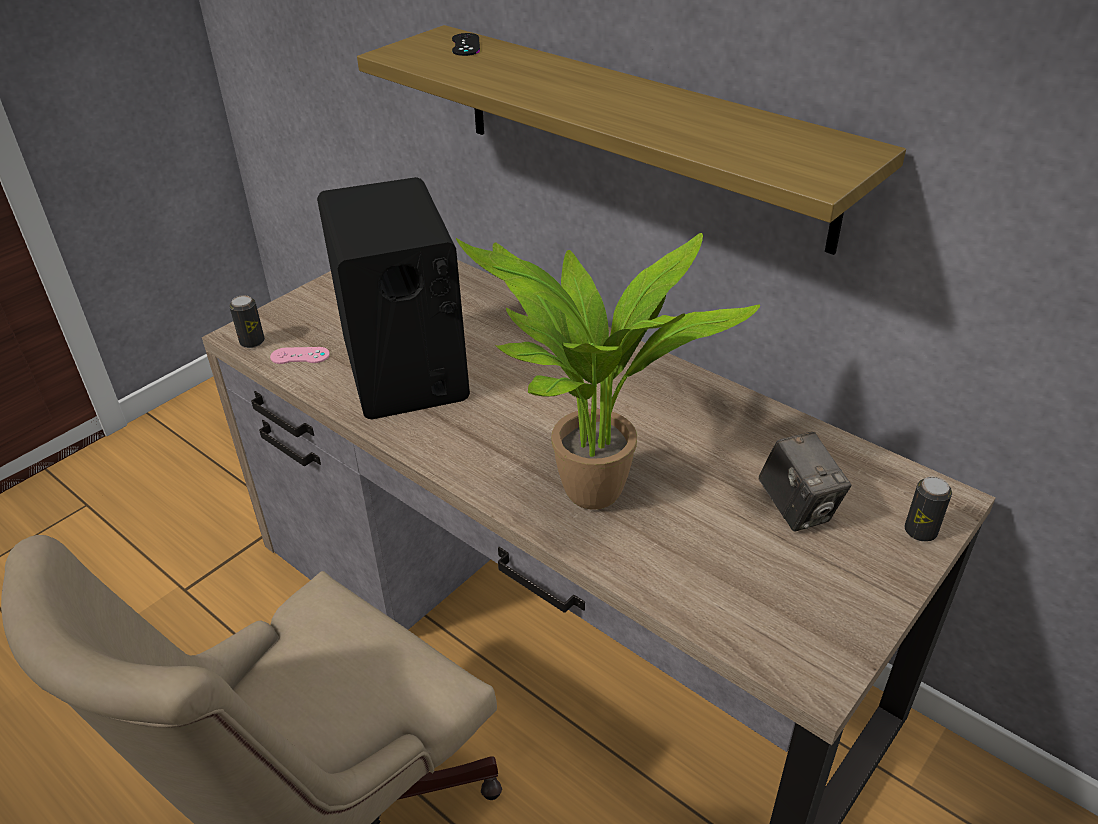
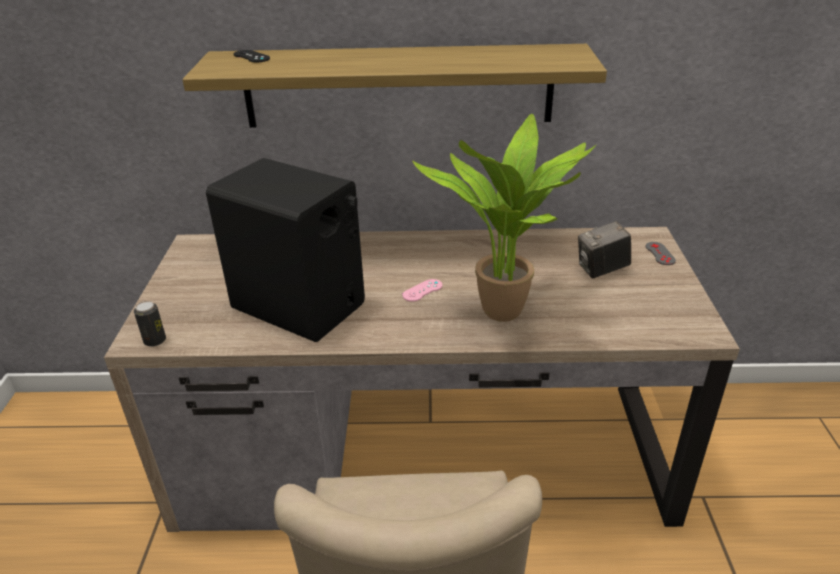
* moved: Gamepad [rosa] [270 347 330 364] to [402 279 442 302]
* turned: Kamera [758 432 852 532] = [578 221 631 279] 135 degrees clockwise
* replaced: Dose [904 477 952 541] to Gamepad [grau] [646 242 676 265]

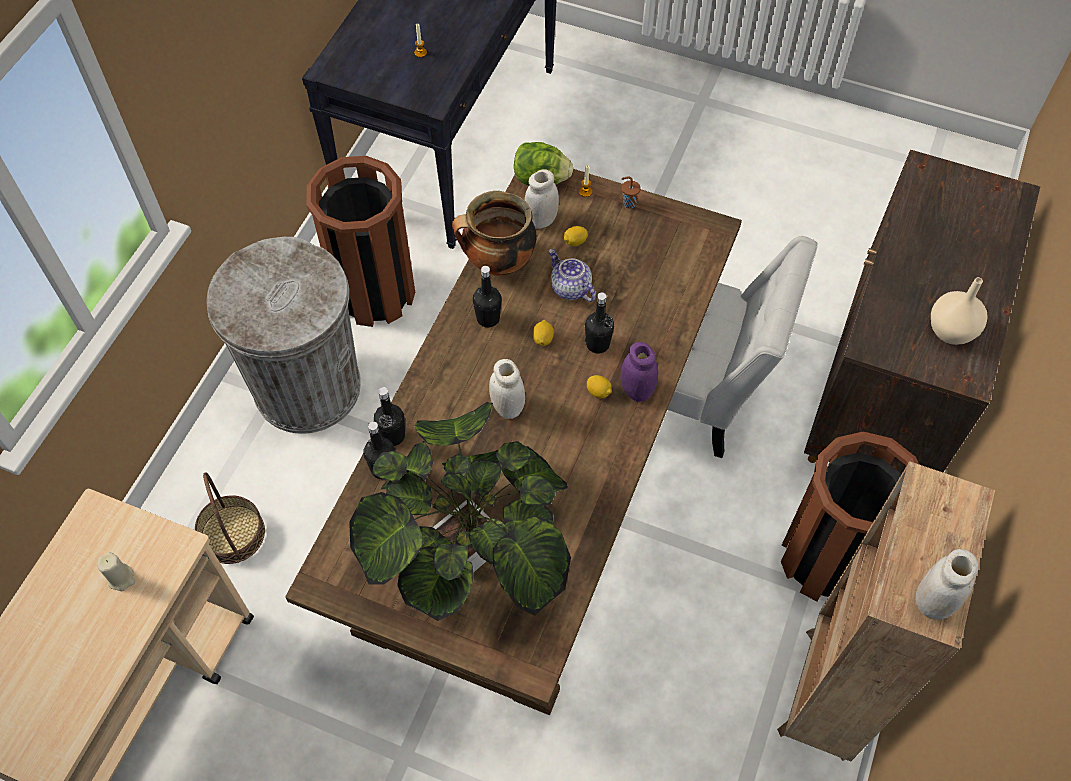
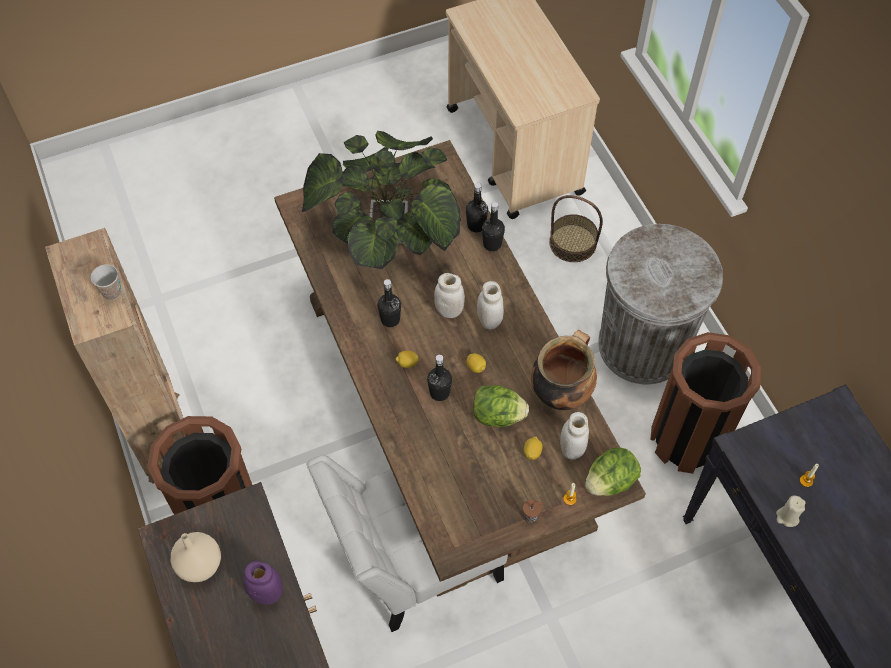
* added: Tasse [91 264 121 300]
* moved: Vorratsglas [lila] [620 342 658 402] to [243 561 283 605]
* moved: Flasche [schwarz] [473 266 502 328] to [377 279 401 327]
* replaced: Teekanne [549 249 596 302] to Salatkopf [473 385 529 427]
* moved: Vorratsglas [weiß] [916 549 978 620] to [477 281 504 330]
* moved: Kerze [beige] [97 552 135 591] to [776 496 806 527]

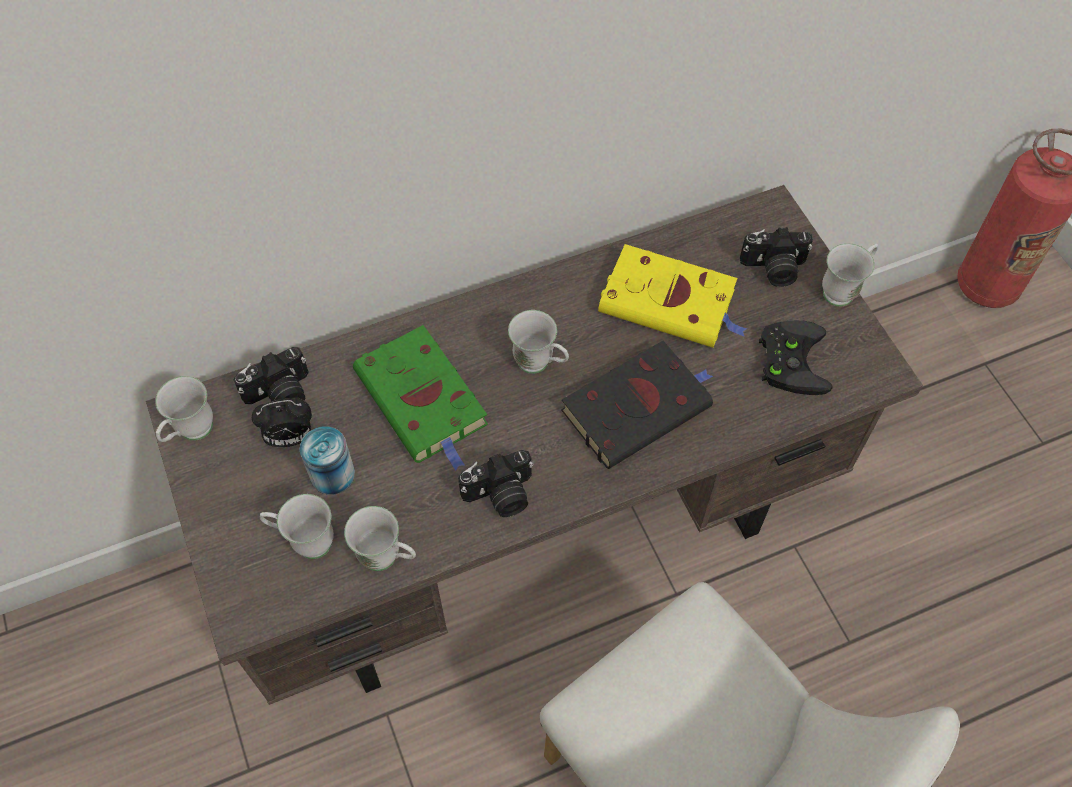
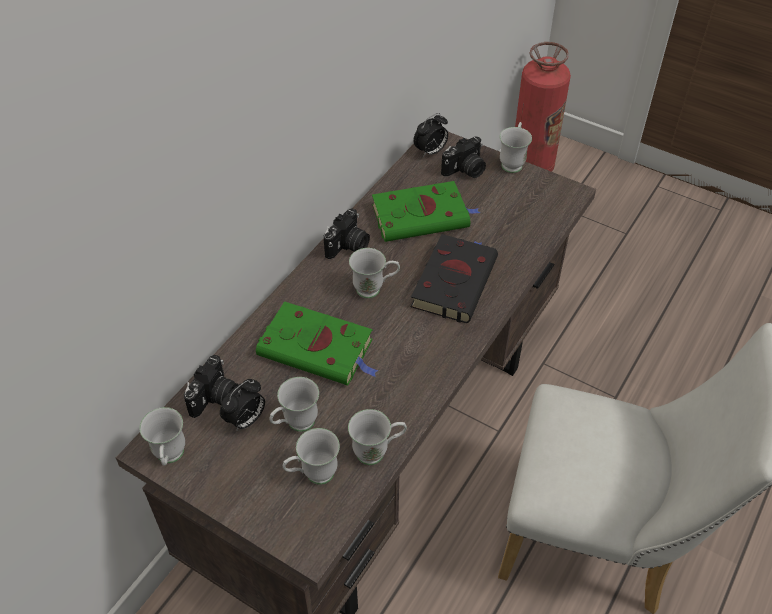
* replaced: Dose [300 426 355 495] to Henkelbecher [weiß] [269 377 319 432]
* moved: Kamera [458 450 534 517] to [324 208 370 259]
* recoloured: Buch [gelb] [598 244 747 348] to Buch [grün] [372 181 480 242]
* added: Wecker [413 113 448 157]
* removed: Gamepad [schwarz] [759 320 832 395]

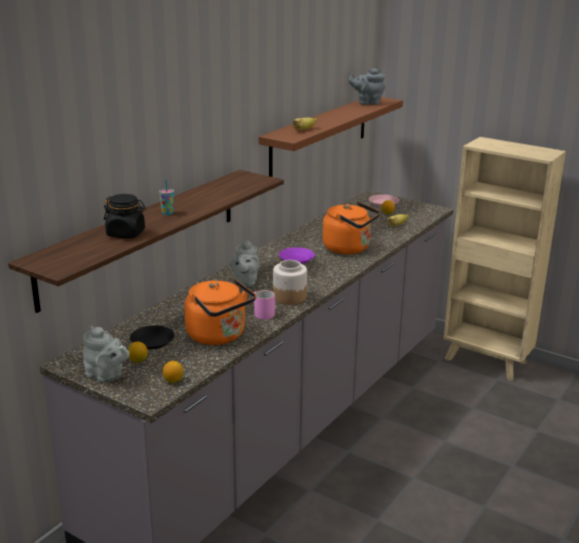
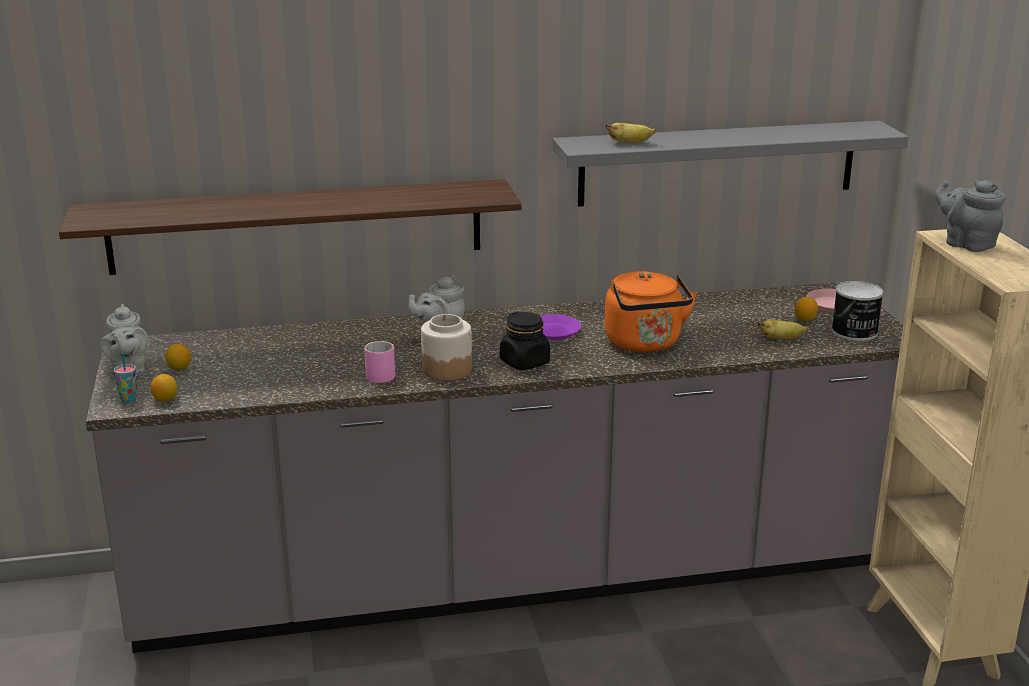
* moved: Tasse [159 179 174 215] to [114 353 138 403]
* moved: Vorratsglas [schwarz] [104 194 146 238] to [500 312 550 370]
* recoloured: Wandregal [braun] [259 97 403 177] to Wandregal [grau] [553 121 909 207]
* added: Dose [831 281 884 341]
* moved: Teekanne [grau] [348 68 385 105] to [934 179 1006 252]
* removed: Teller [schwarz] [130 325 174 349]
* removed: Wasserkessel [orange] [184 279 256 345]

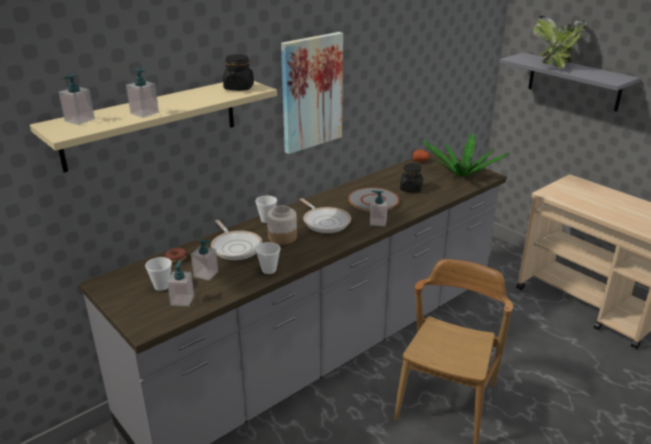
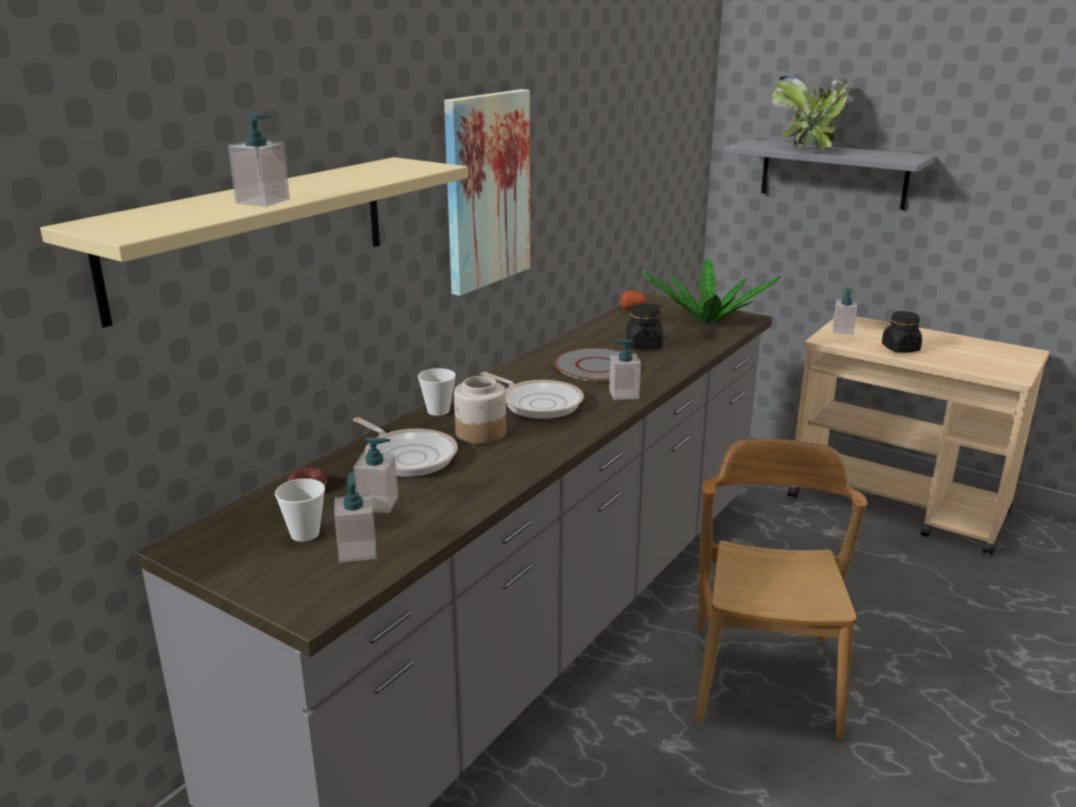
* moved: Seifenspender [58 74 95 125] to [833 288 857 335]
* moved: Vorratsglas [schwarz] [223 54 254 91] to [882 311 922 352]
* removed: Tasse [256 242 281 274]

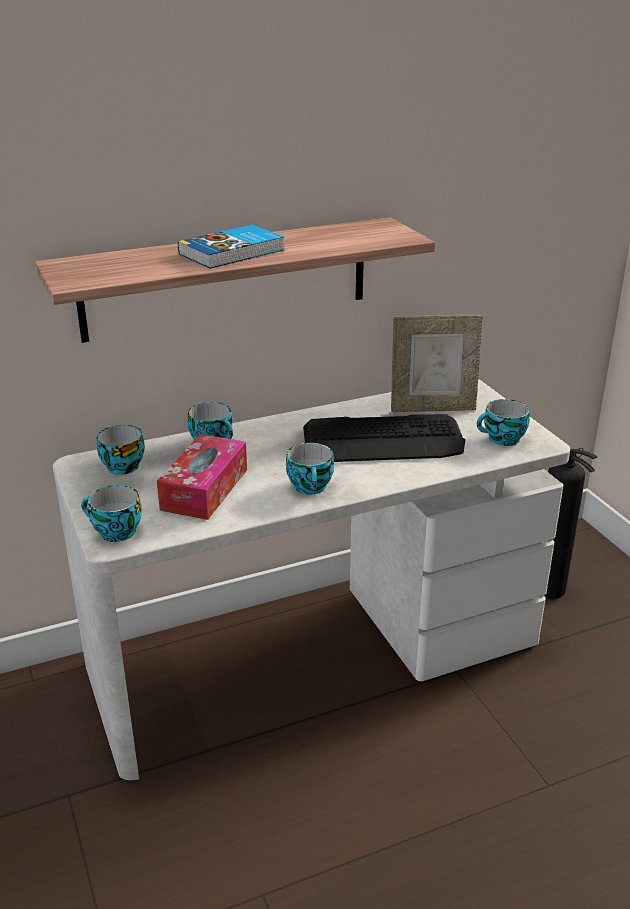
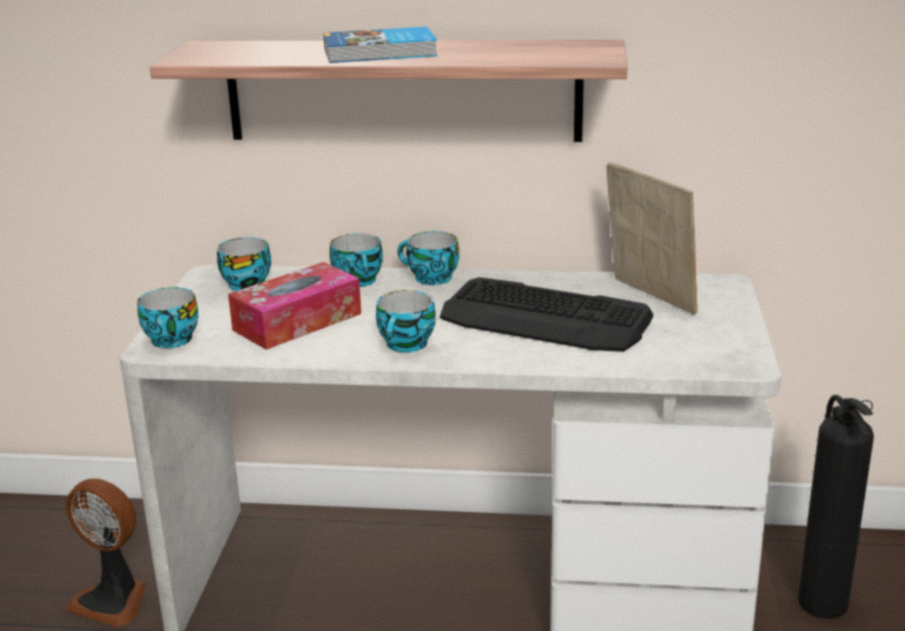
* added: Ventilator [65 478 146 627]
* moved: Tasse [477 399 530 446] to [397 231 459 285]
* turned: Bilderrahmen [391 315 483 412] = [607 163 698 314] 150 degrees counterclockwise

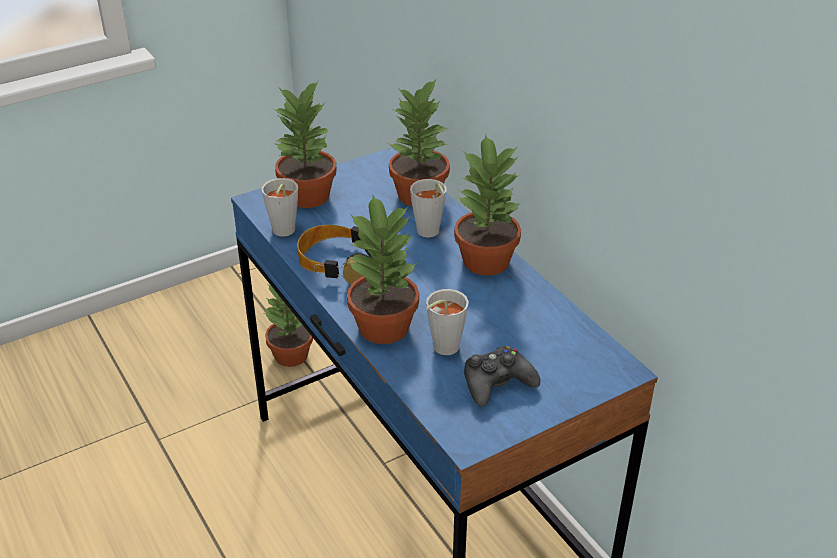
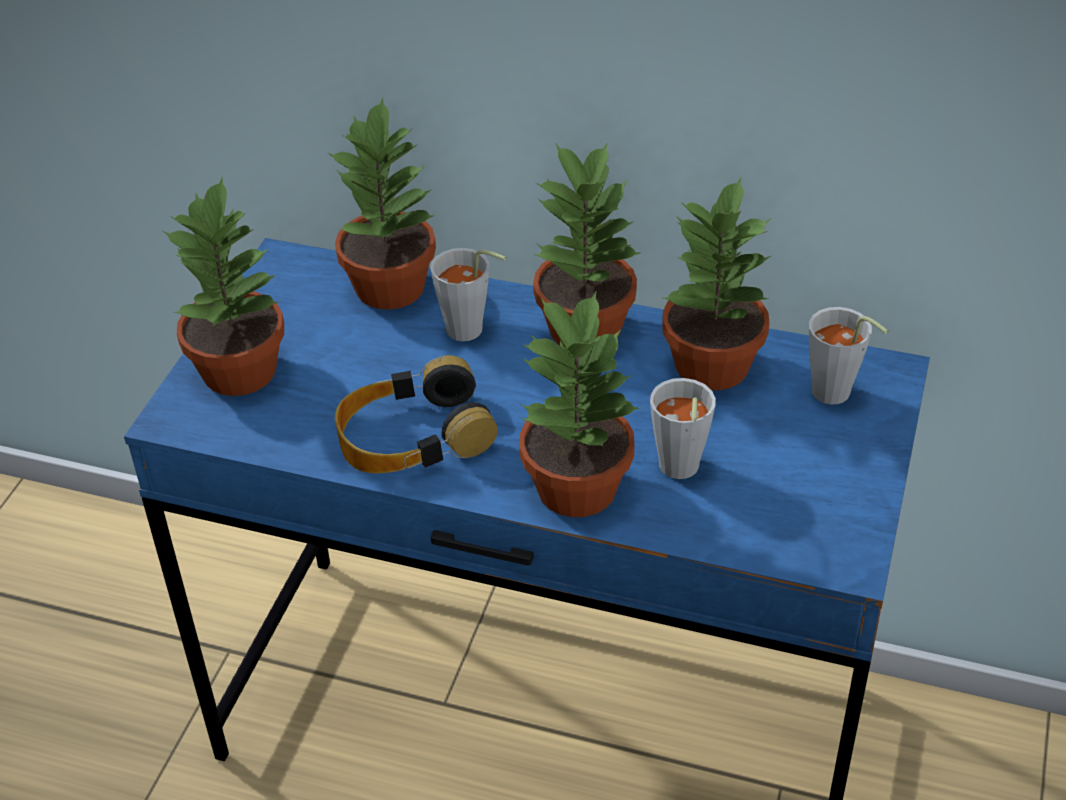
* moved: Topfpflanze [263 284 313 367] to [662 178 771 390]
* moved: Tasse [grau] [261 178 298 237] to [809 307 889 404]
* removed: Gamepad [schwarz] [464 346 541 406]

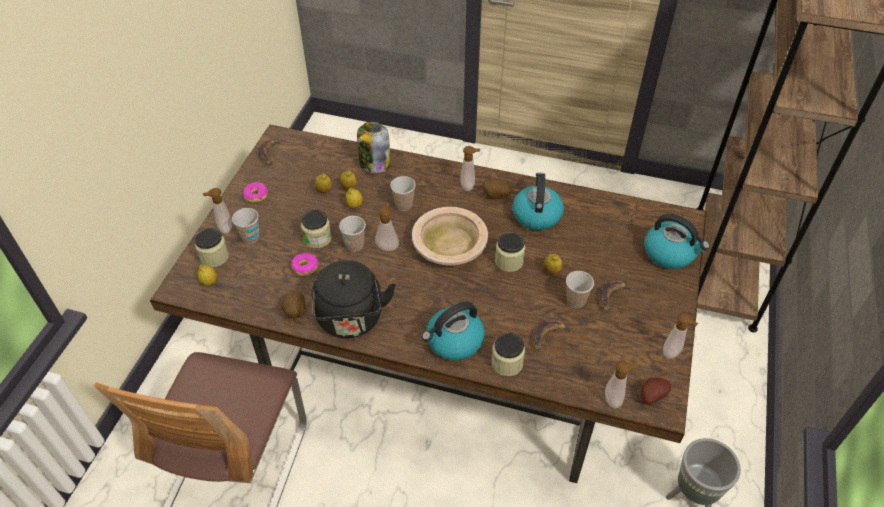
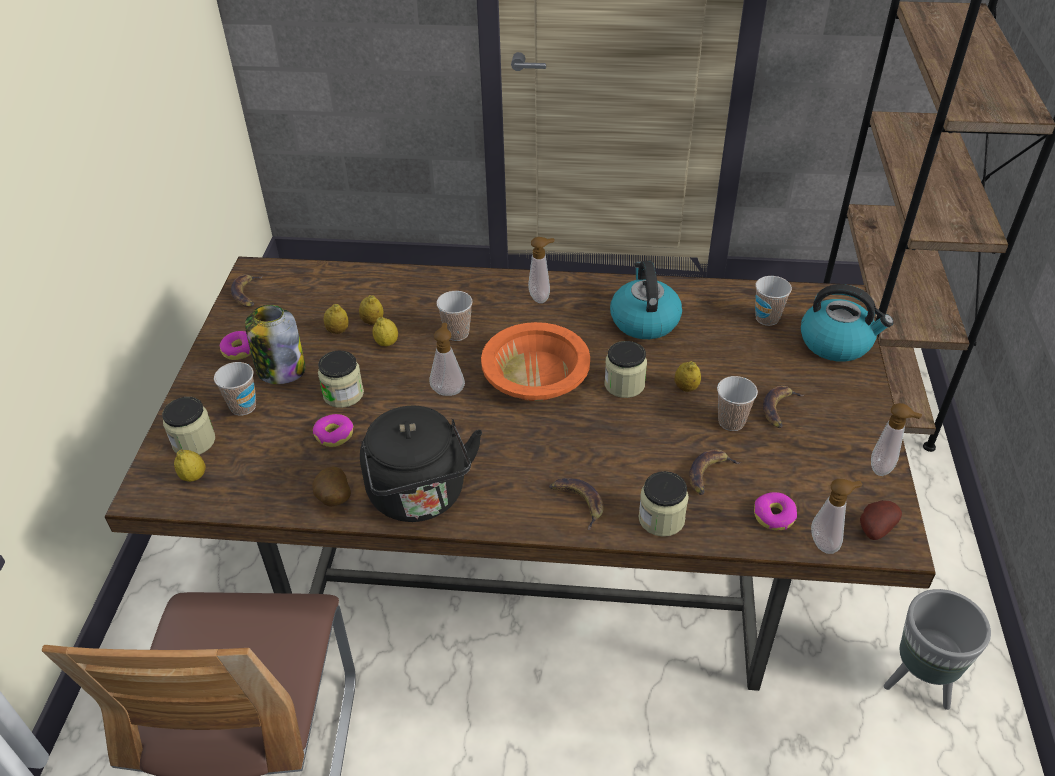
* moved: Vorratsglas [357 121 390 173] to [245 305 305 384]
* recoloured: Schüssel [beige] [412 207 488 266] to Schüssel [orange] [481 322 590 401]
* replaced: Wasserkessel [422 302 485 361] to Banane [549 478 604 530]
* added: Donut [754 492 797 530]
* moved: Tasse [339 216 366 252] to [755 276 792 326]
* removed: Seifenspender [203 188 232 234]
* removed: Kartoffel [483 179 511 199]

